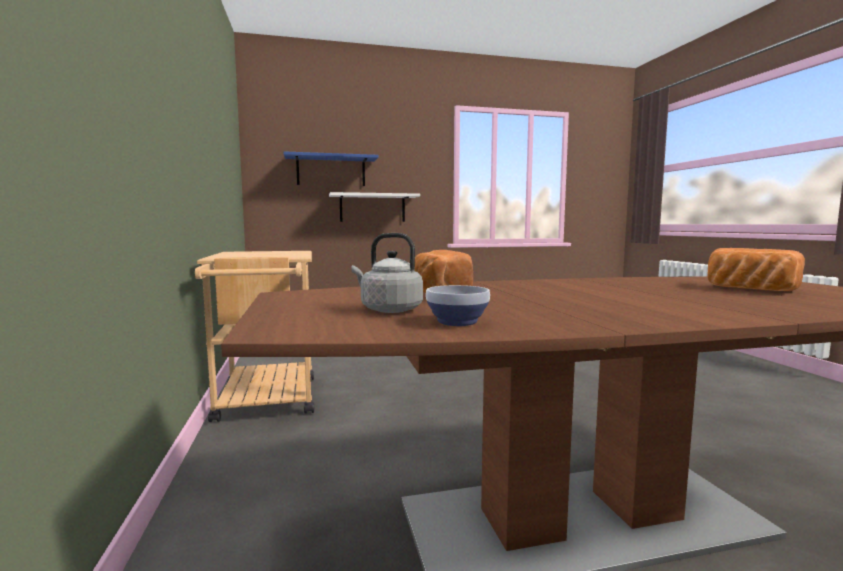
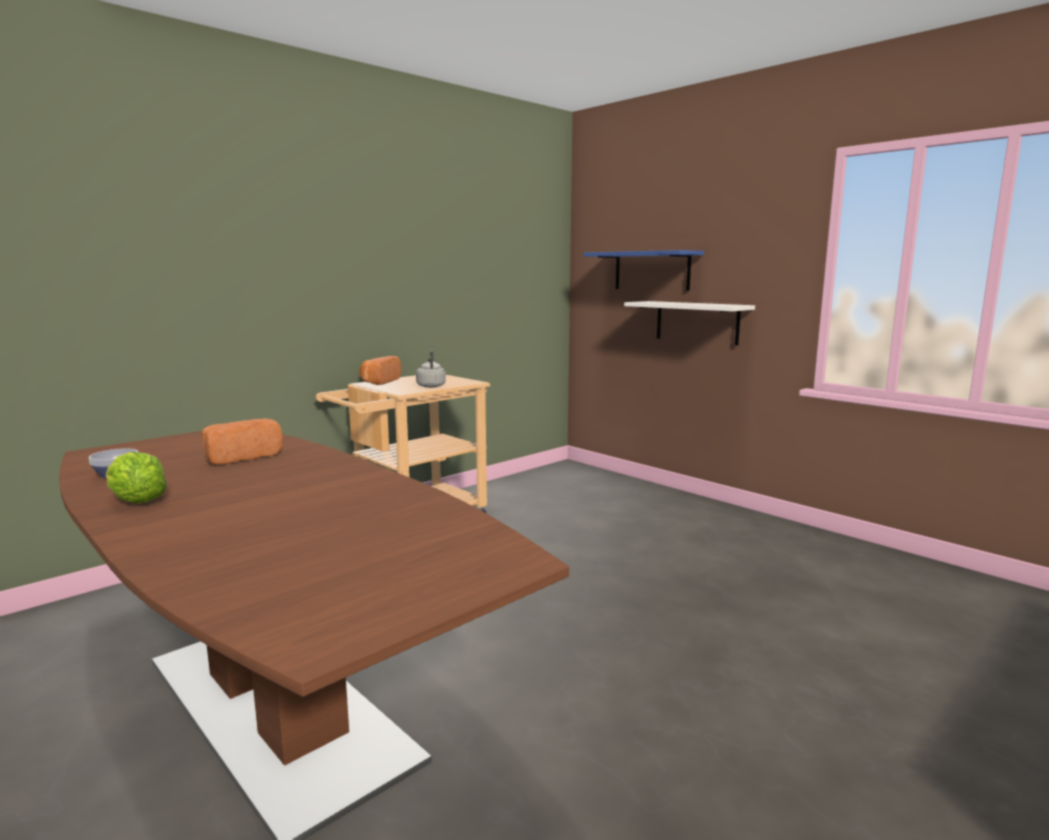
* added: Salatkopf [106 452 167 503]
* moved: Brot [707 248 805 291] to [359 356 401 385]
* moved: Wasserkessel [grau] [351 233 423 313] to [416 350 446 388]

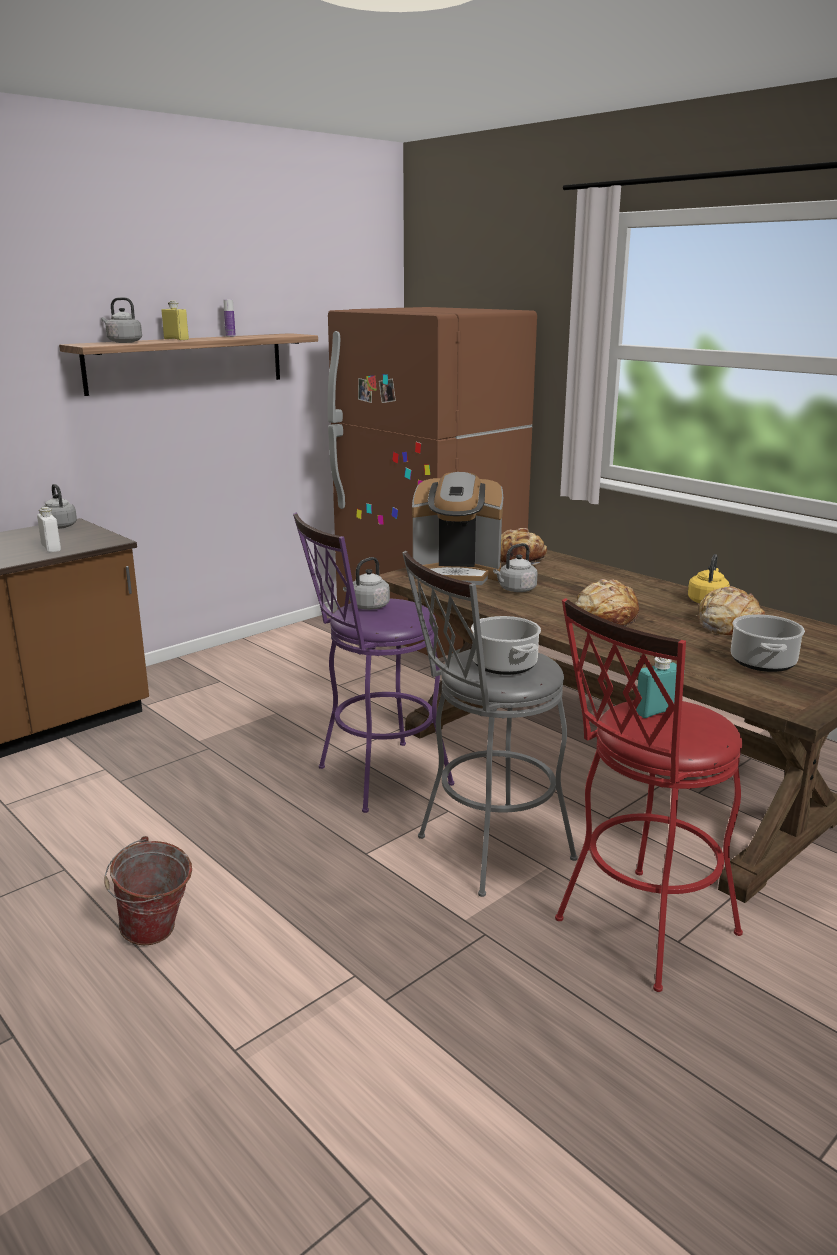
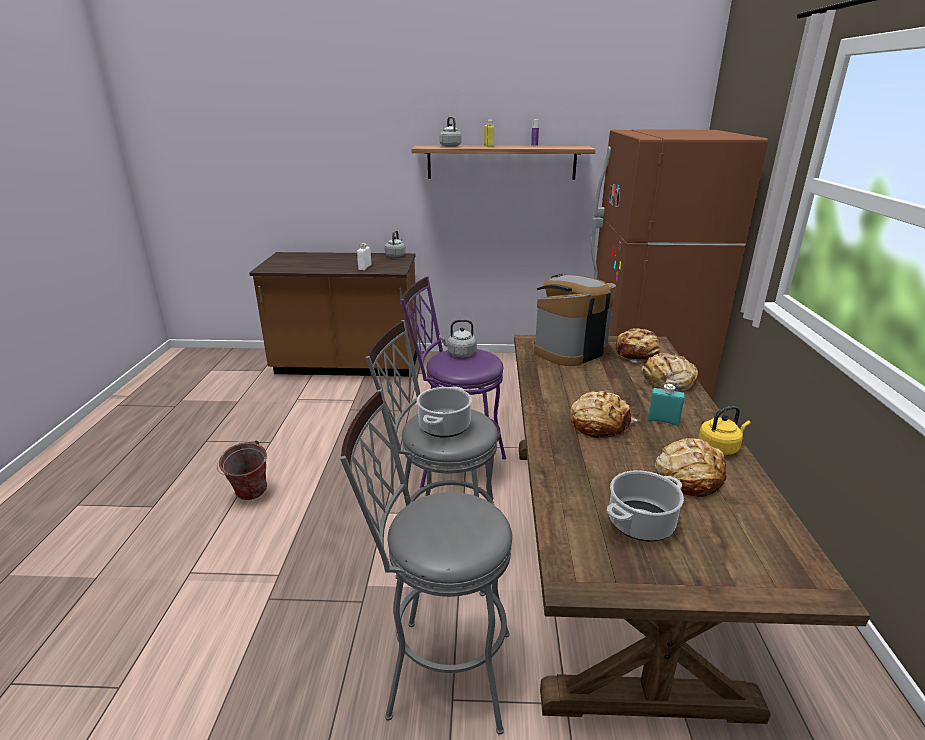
* recoloured: Hocker [rot] [555 598 743 992] to Hocker [grau] [340 389 512 735]
* turned: Kaffeemaschine [412 472 503 585] = [534 274 616 366] 90 degrees clockwise
* added: Brot [641 353 698 392]
* moved: Flasche [türkis] [636 657 677 718] to [648 384 685 426]
* removed: Wasserkessel [grau] [493 543 538 592]

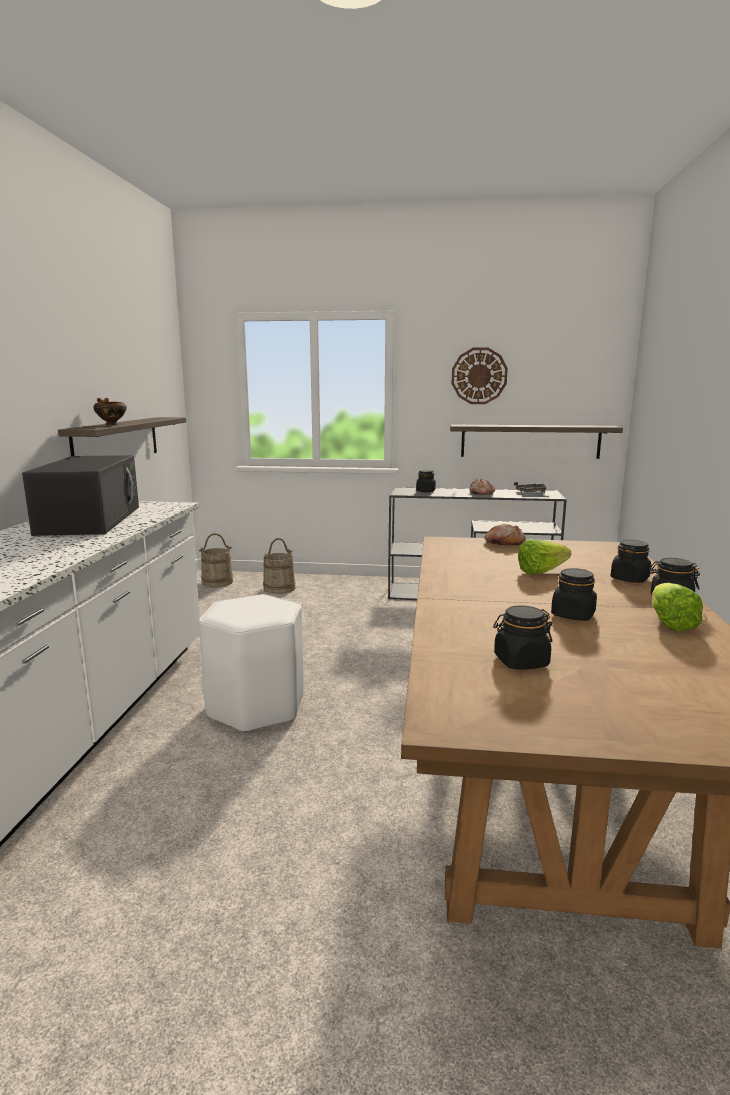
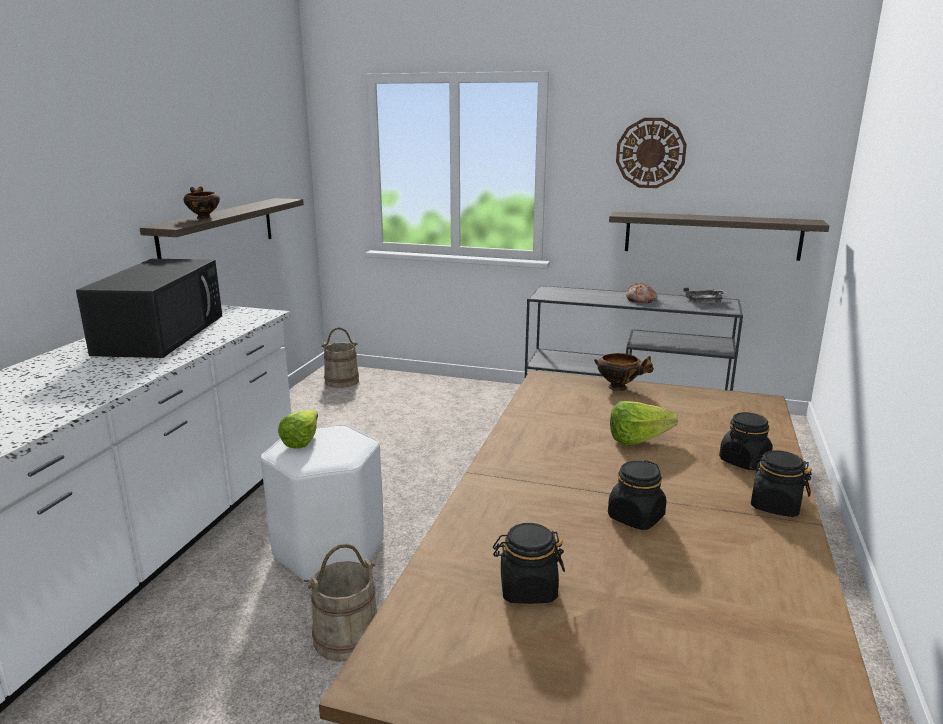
* moved: Salatkopf [652 583 703 632] to [278 409 318 448]
* moved: Eimer [beige] [263 538 296 594] to [307 544 377 662]
* replaced: Brot [484 524 526 546] to Schüssel [594 353 654 391]
* removed: Vorratsglas [schwarz] [416 470 436 492]

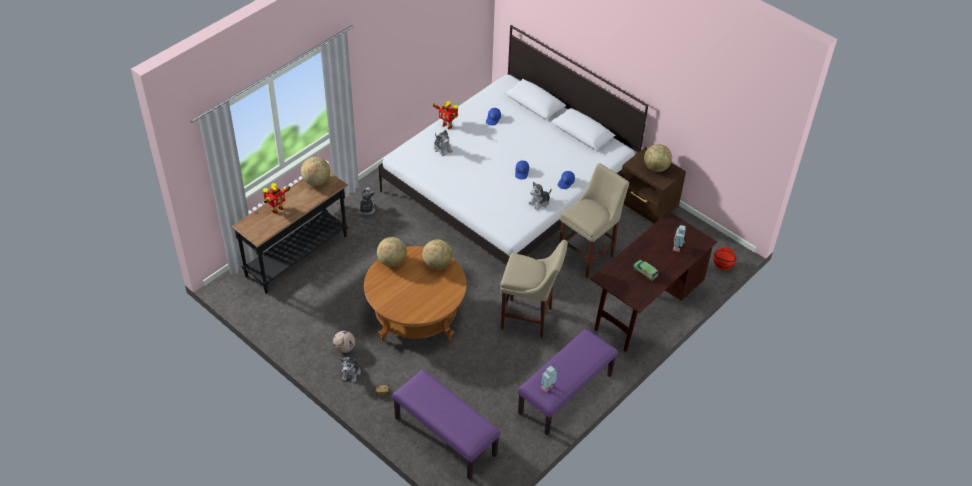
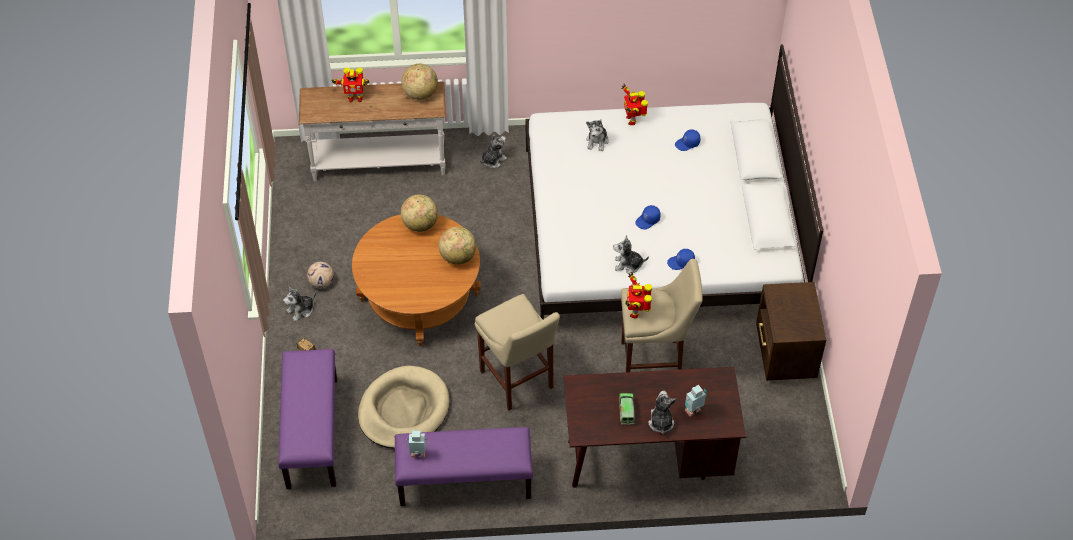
* recoloured: Konsolentisch [schwarz] [232 172 348 294] to Konsolentisch [weiß] [299 82 446 182]
* added: Hundebett [beige] [358 365 449 449]
* added: Spielzeugroboter [625 272 652 318]
* added: Plüschtier [648 391 676 434]
* removed: Globus [644 144 672 172]
* removed: Basketball [713 247 736 270]

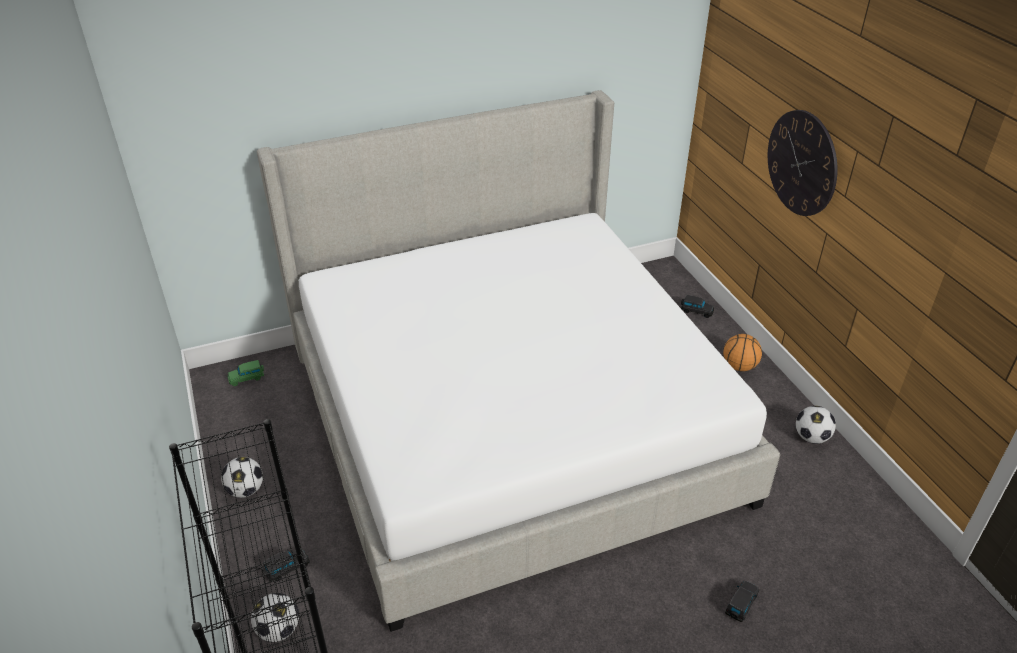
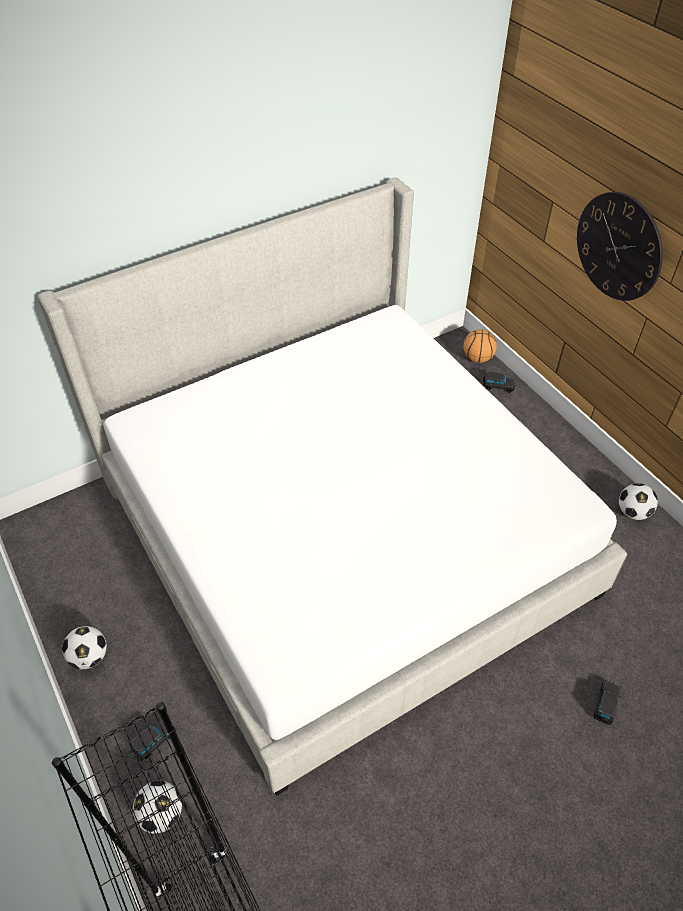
* moved: Basketball [723 334 762 371] to [463 329 497 363]
* removed: Spielzeugauto [grün] [228 360 264 386]

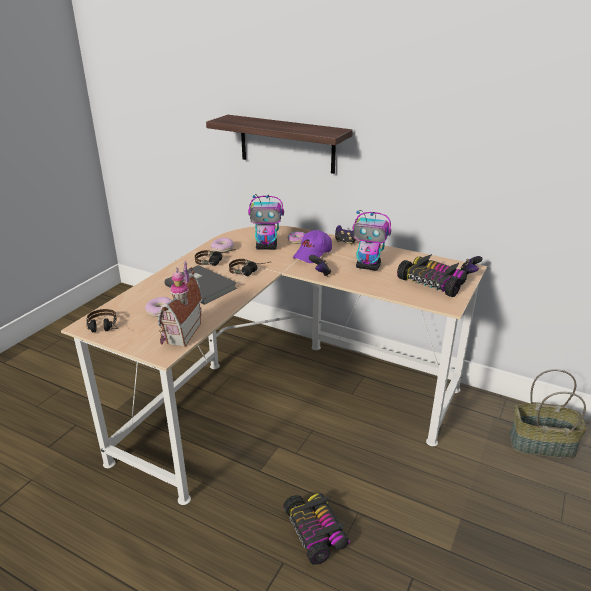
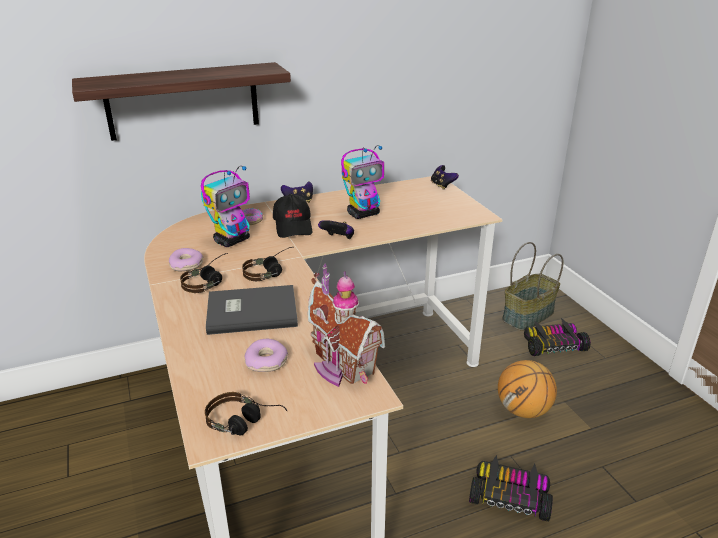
* recoloured: Kappe [lila] [293 230 332 263] to Kappe [schwarz] [273 194 312 238]
* added: Basketball [498 360 557 418]
* moved: Spielzeugauto [397 254 467 297] to [524 318 591 356]

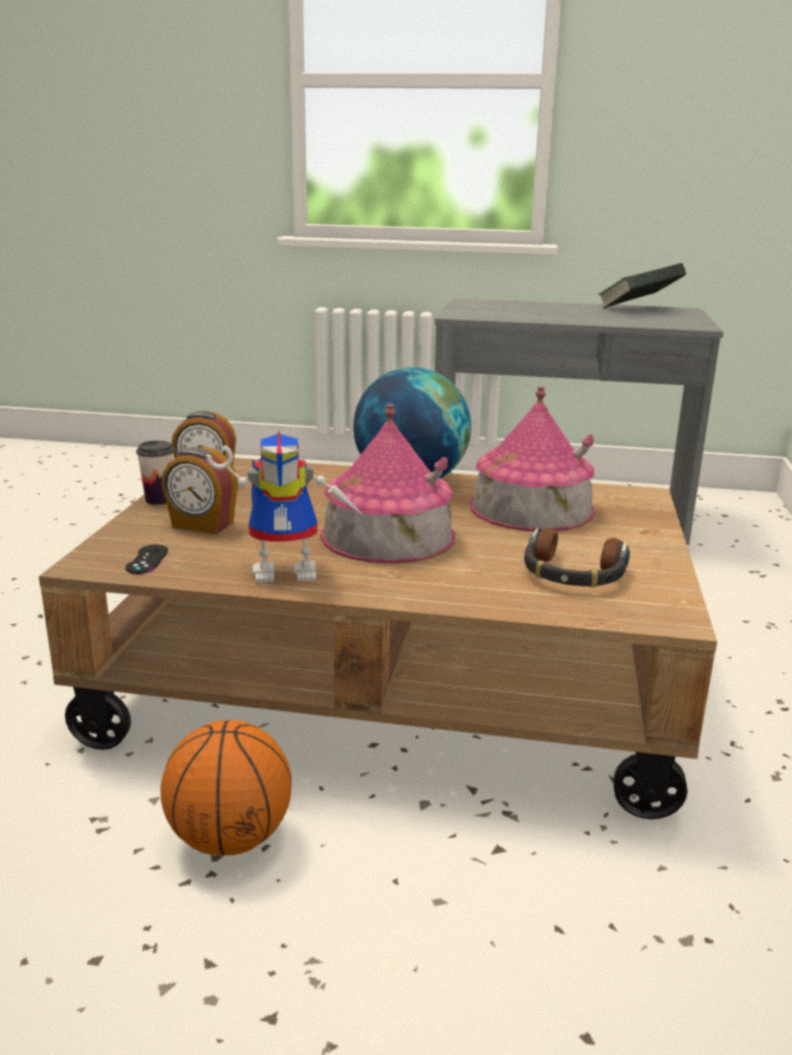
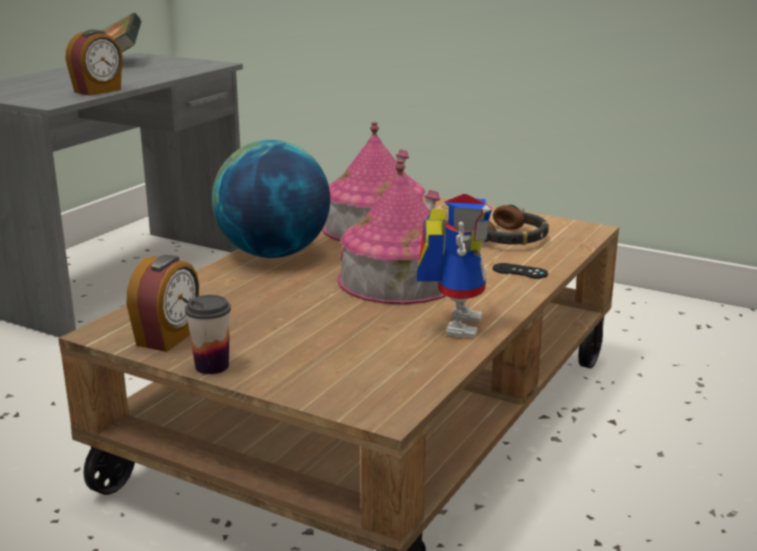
* moved: Wecker [162 447 238 534] to [65 30 123 96]
* moved: Gamepad [schwarz] [125 545 168 574] to [493 263 548 278]
* removed: Basketball [160 720 292 856]

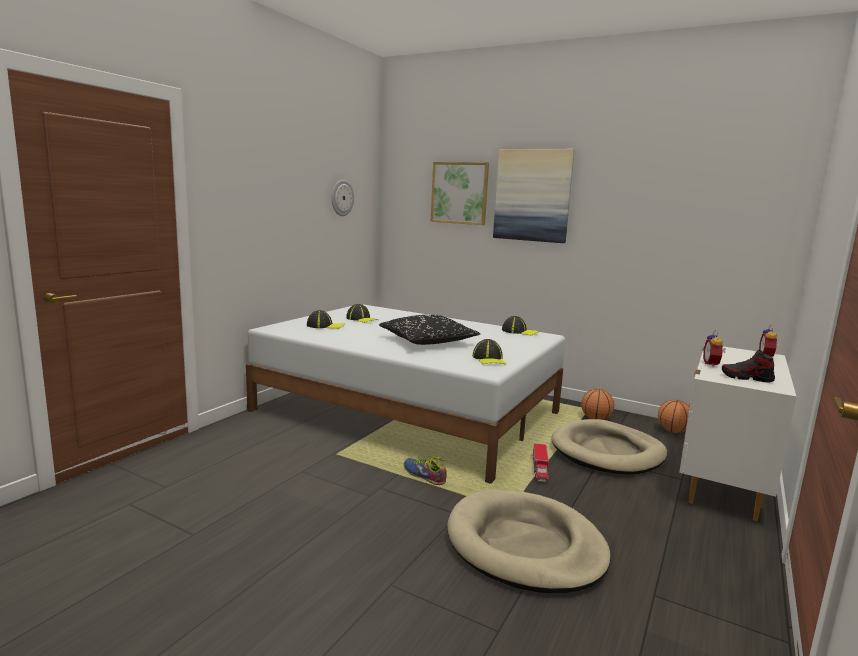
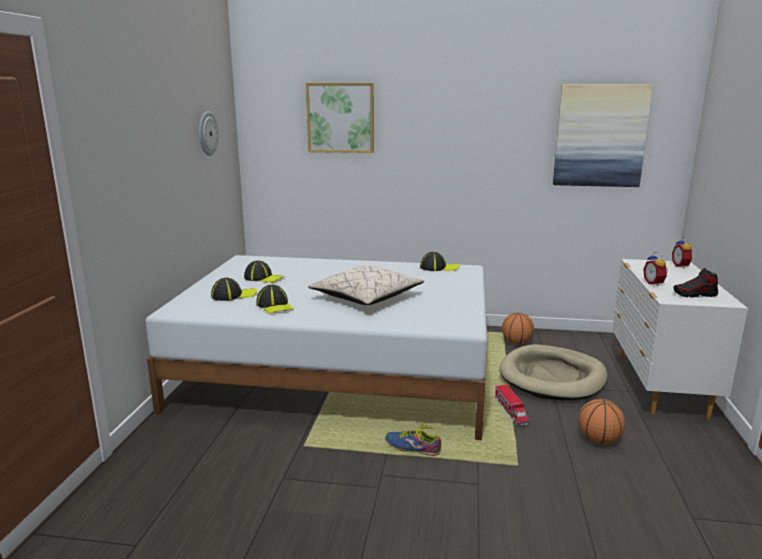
* moved: Kappe [473 339 507 365] to [256 285 294 313]
* recoloured: Kissen [schwarz] [379 315 481 345] to Kissen [beige] [308 265 424 305]
* moved: Bild [493 149 575 243] to [553 84 653 187]
* moved: Basketball [658 399 690 433] to [579 399 625 444]
* removed: Hundebett [beige] [447 489 611 593]

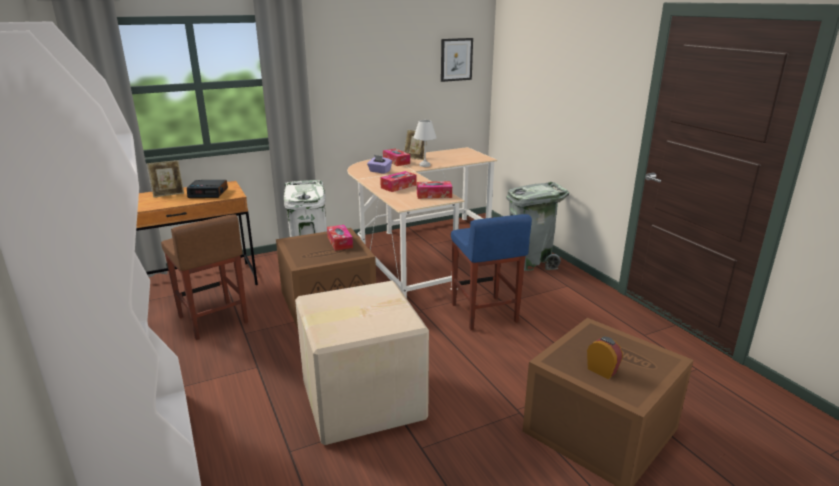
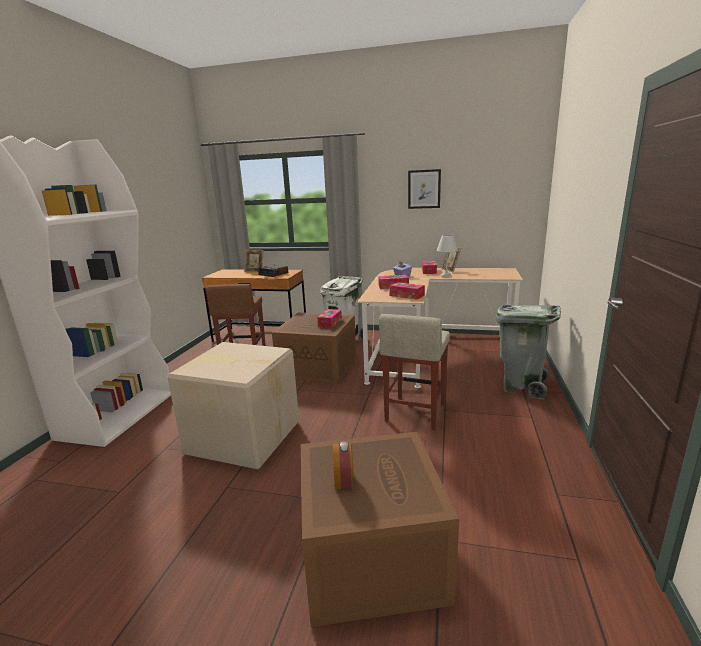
* recoloured: Hocker [blau] [451 214 532 330] to Hocker [beige] [379 314 450 430]
* moved: Bild [441 38 473 82] to [408 169 441 209]

